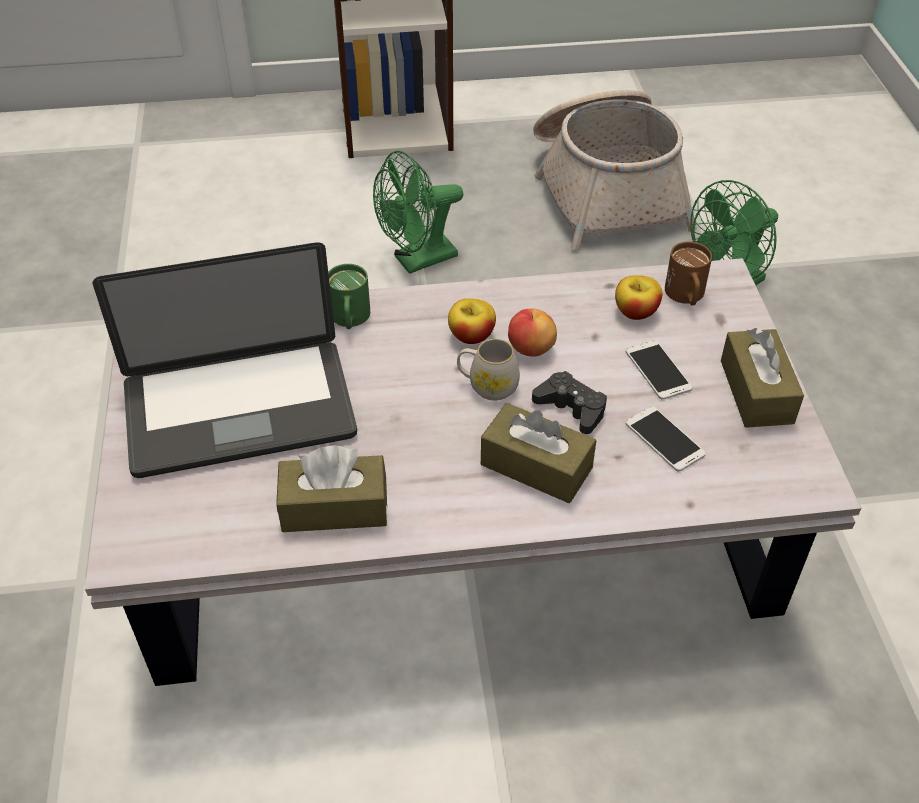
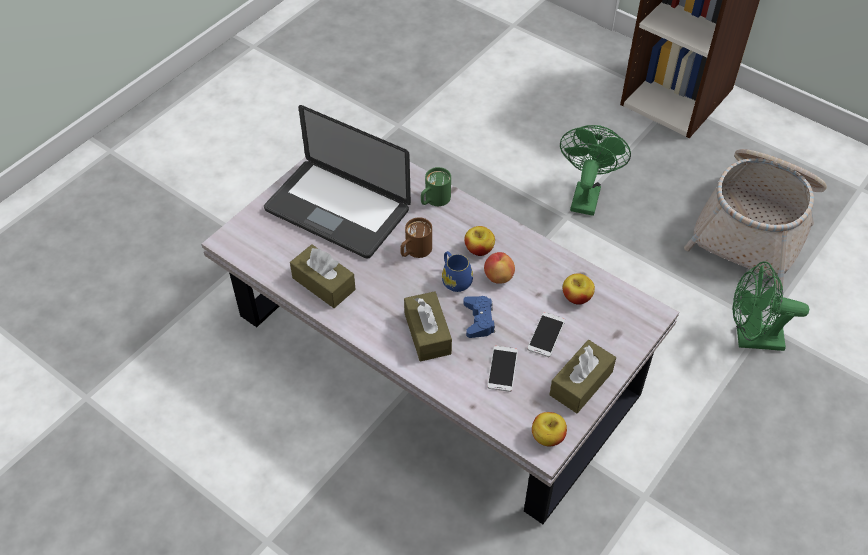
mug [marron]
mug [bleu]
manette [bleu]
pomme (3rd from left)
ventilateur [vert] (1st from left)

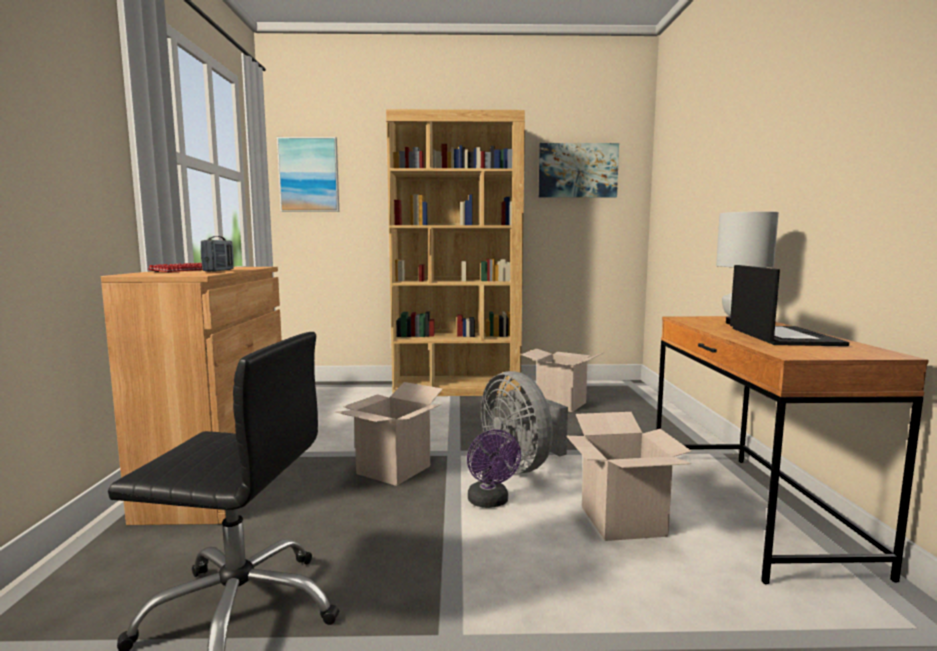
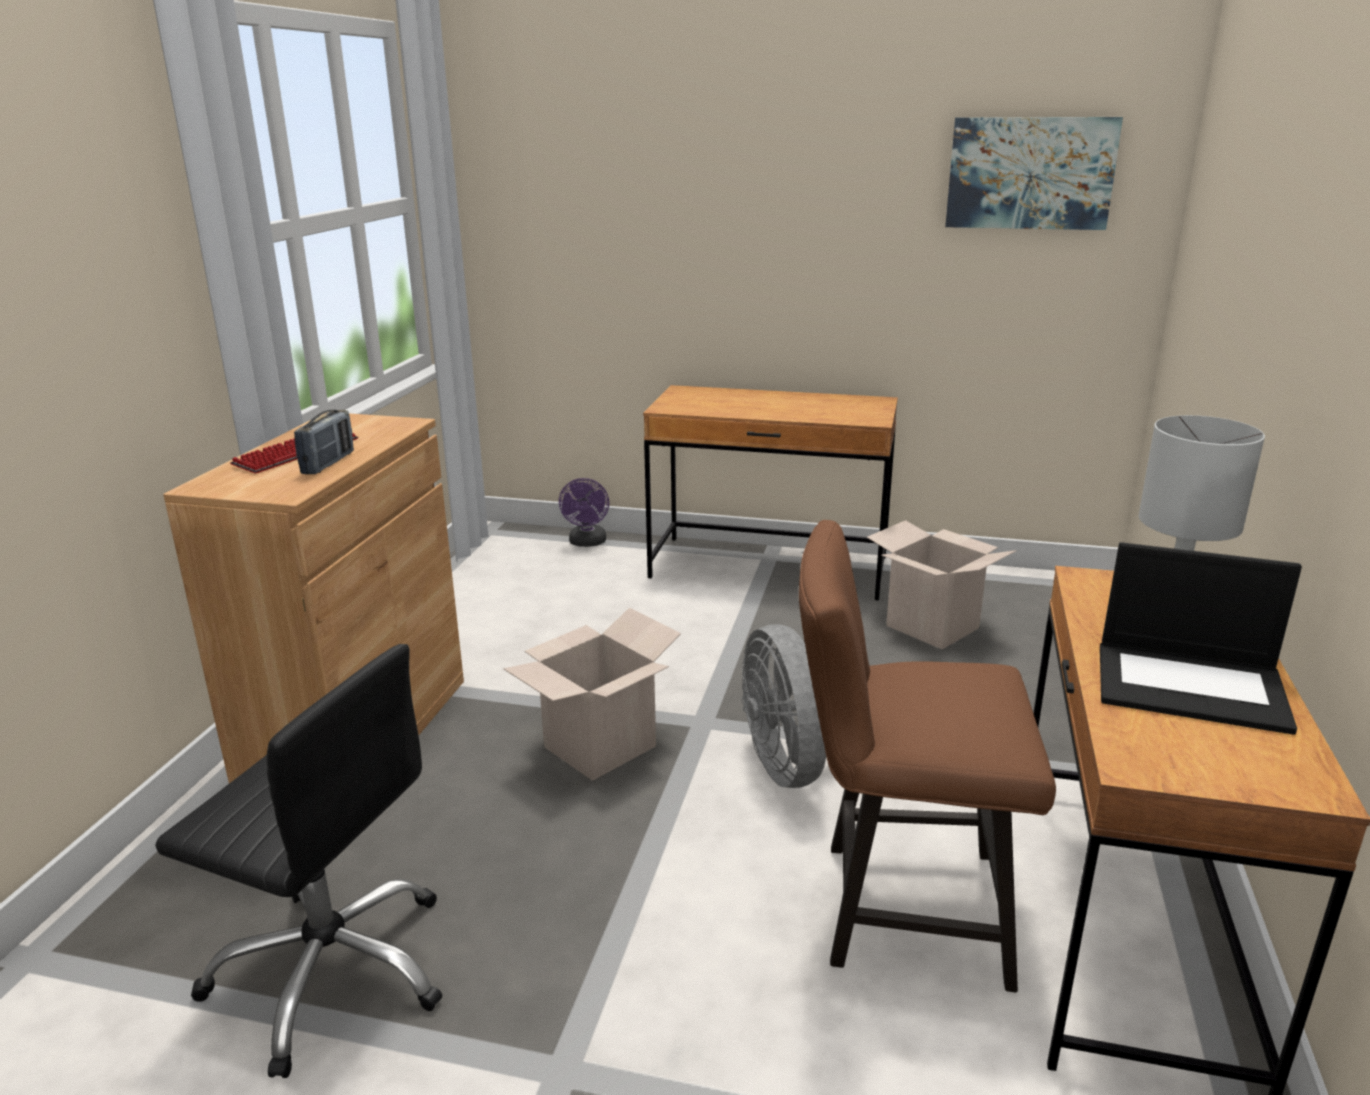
ventilateur [violet]
bureau [marron] (1st from left)
chaise [marron]
ordinateur portable
tableau (1st from left in the first image)

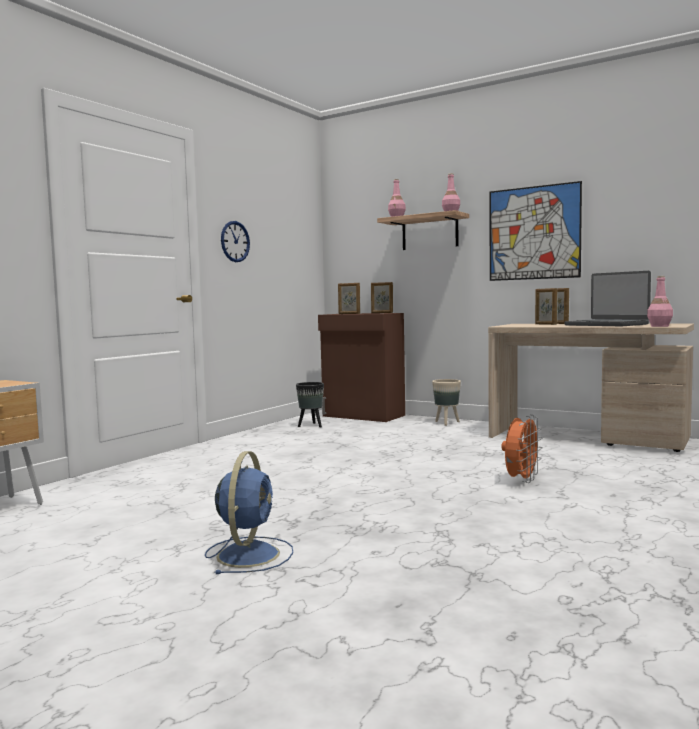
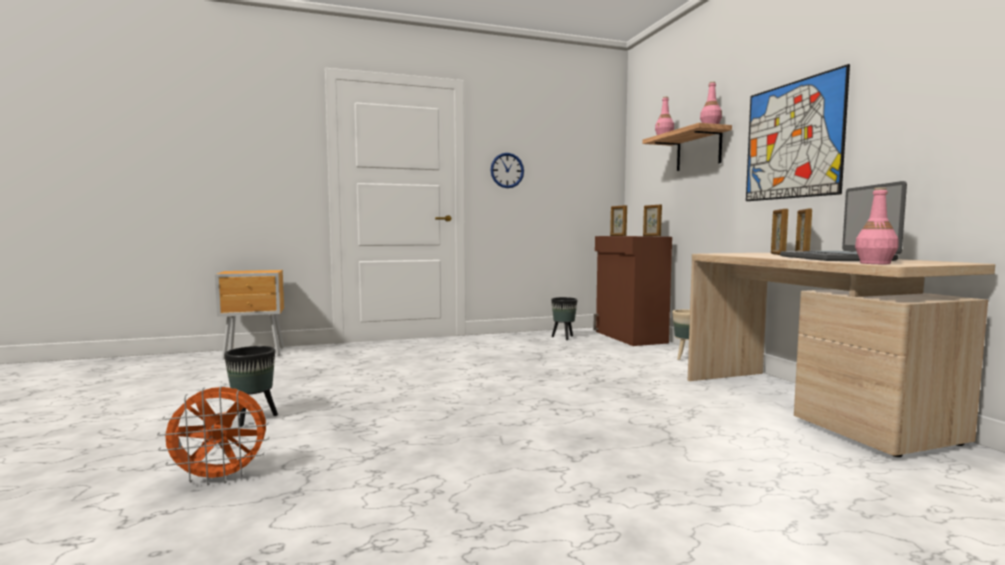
ventilateur [orange]
cache-pot [noir] (1st from left)

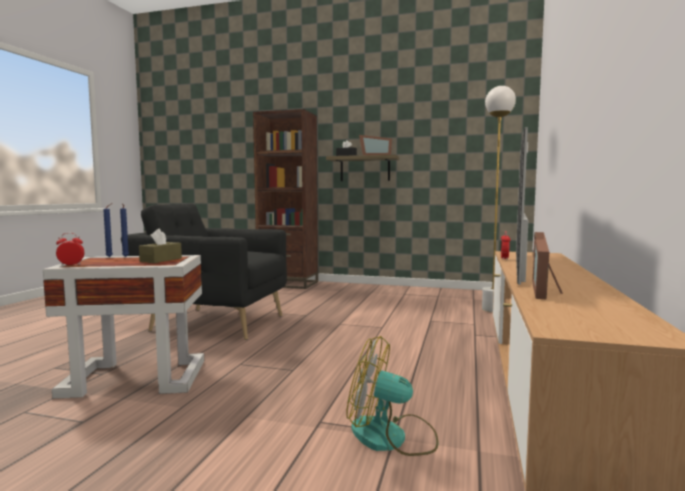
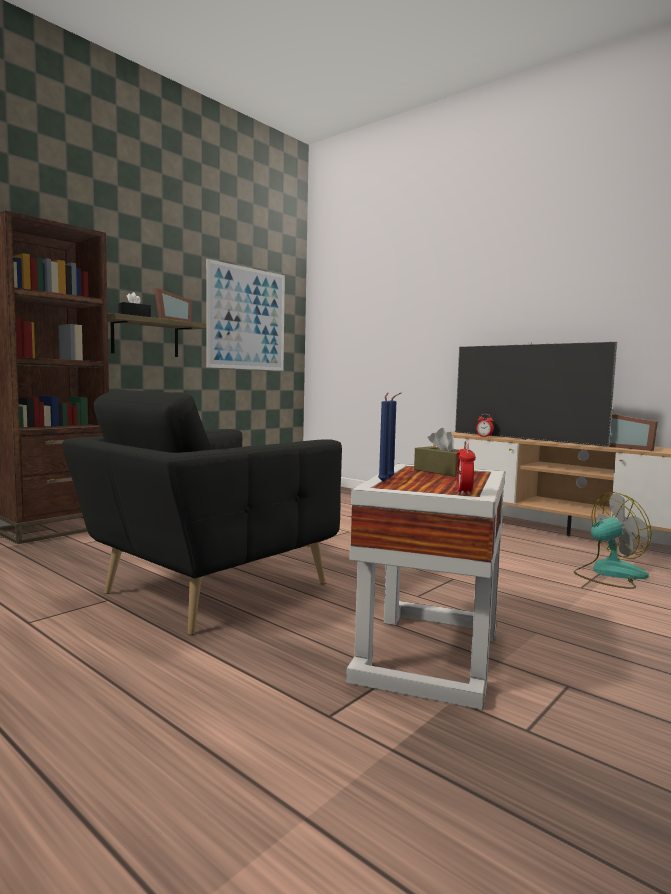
tableau
ventilateur
lampadaire [blanc]

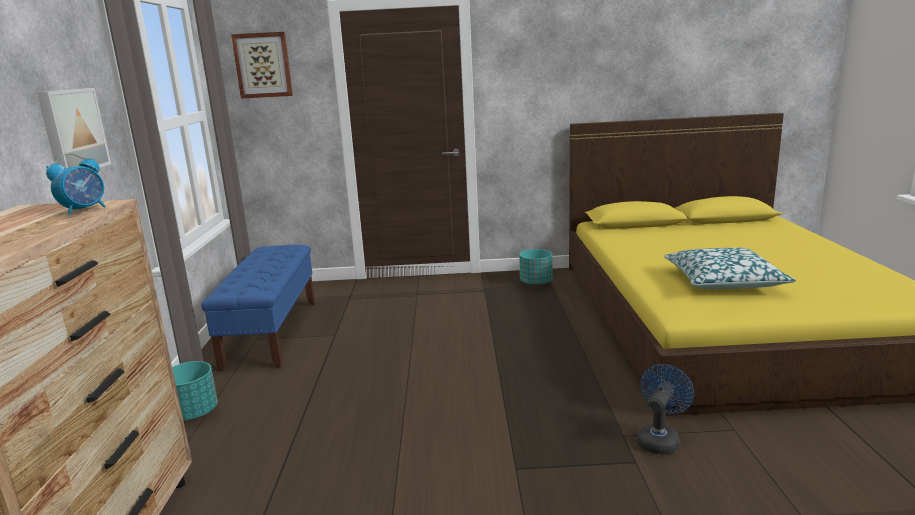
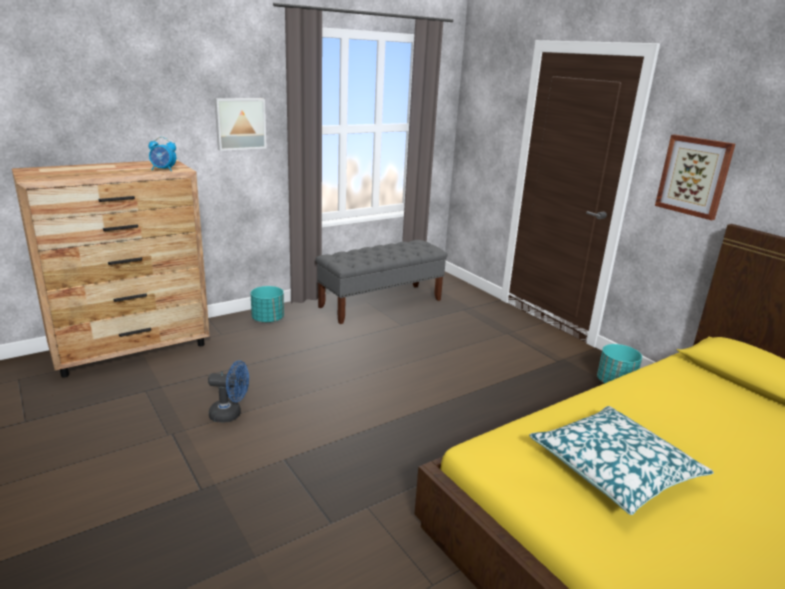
ventilateur [bleu]
banc [gris]
tableau (2nd from left)

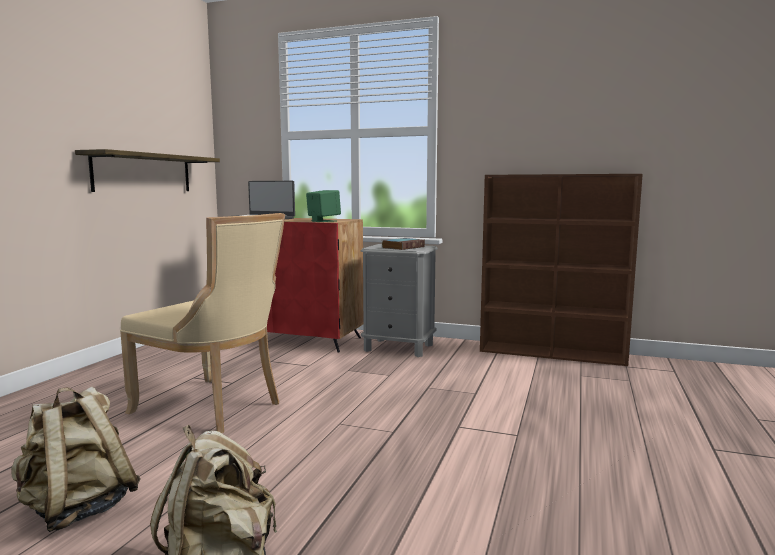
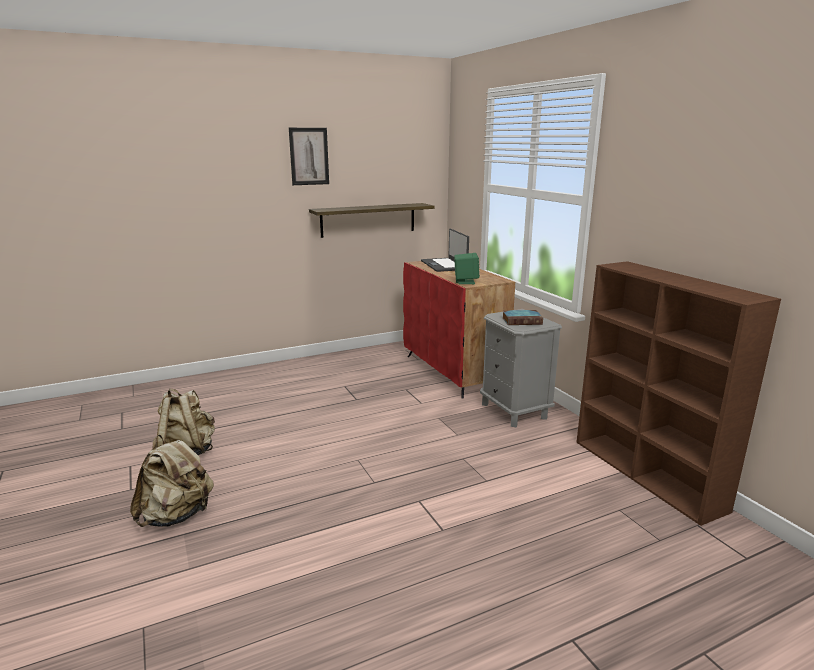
tableau
chaise [beige]

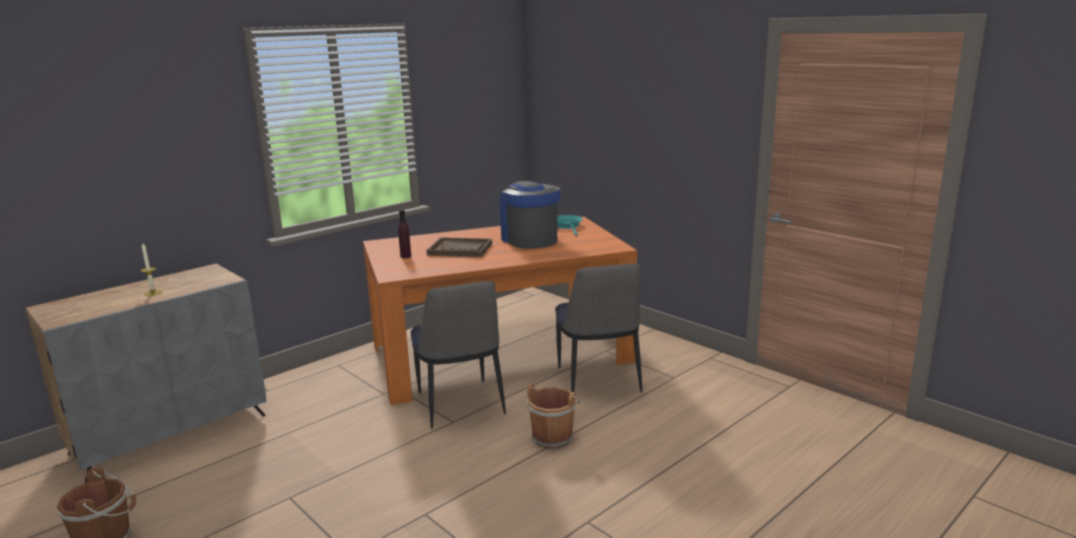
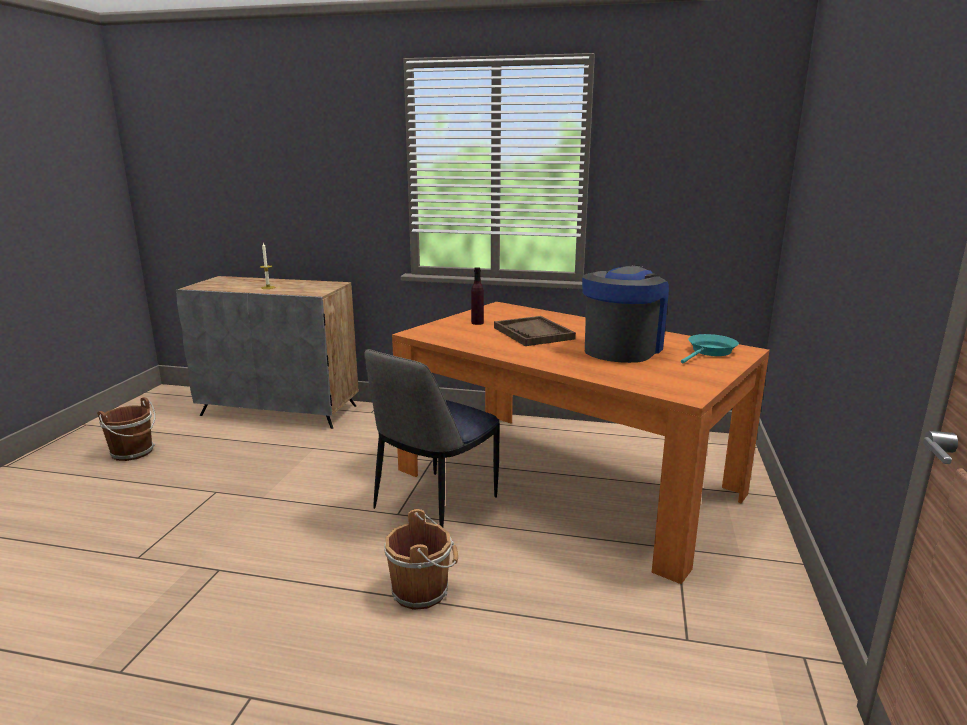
chaise (2nd from left in the first image)

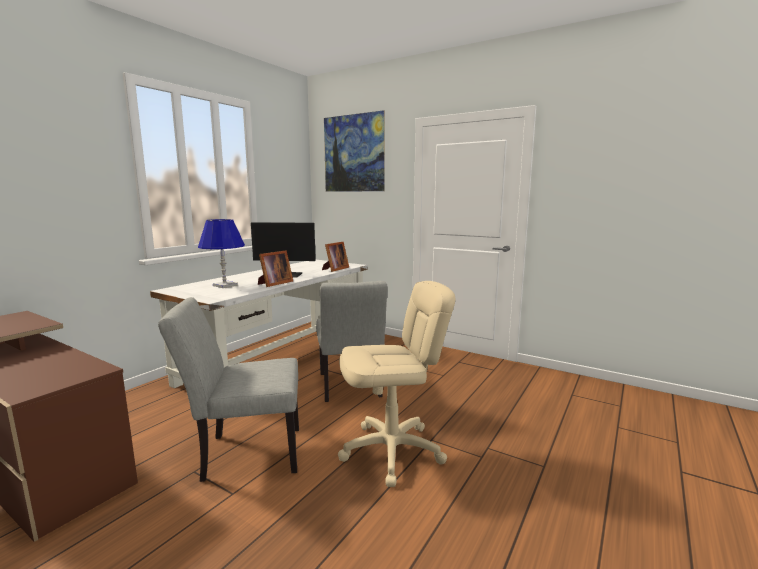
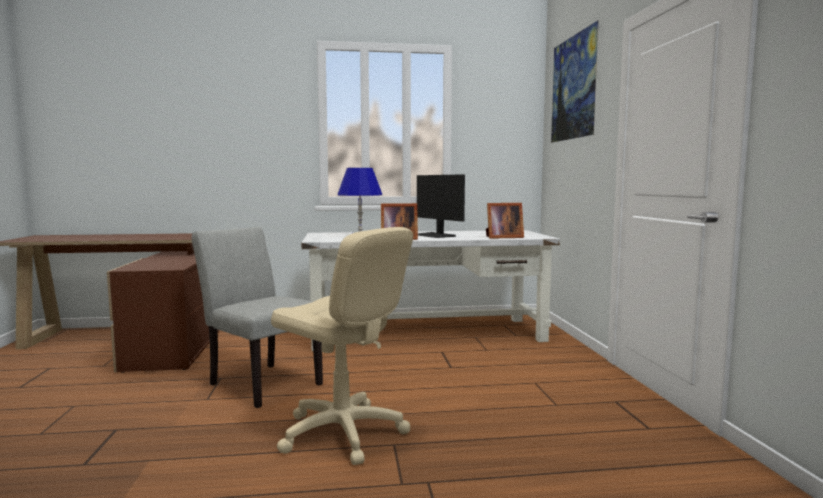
chaise [gris] (2nd from left in the first image)

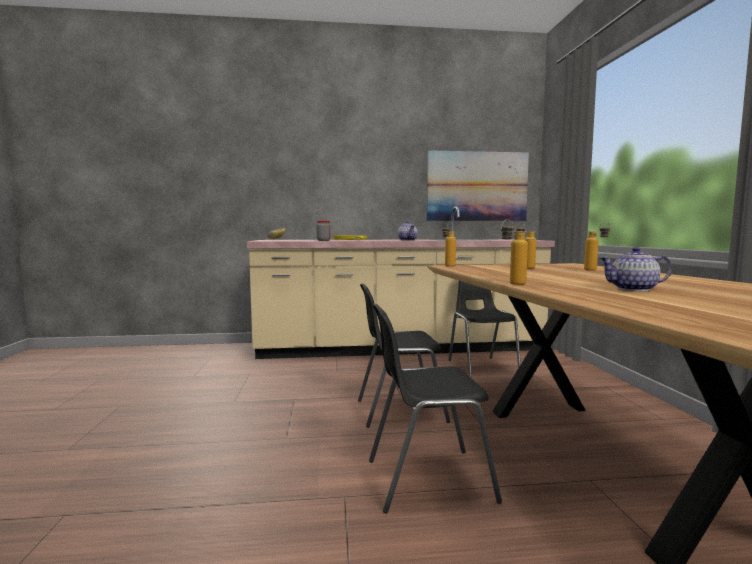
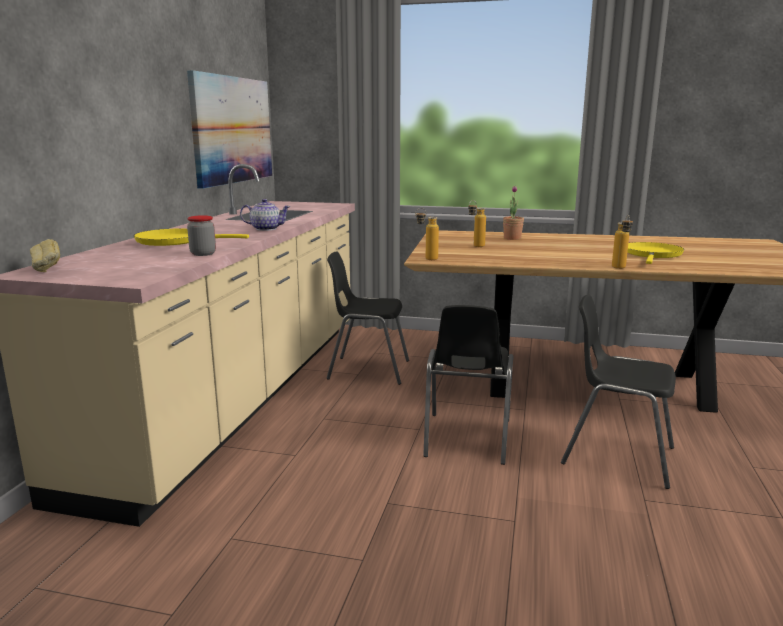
plante en pot
chaise [noir] (3rd from left)
poêle [jaune] (2nd from left)

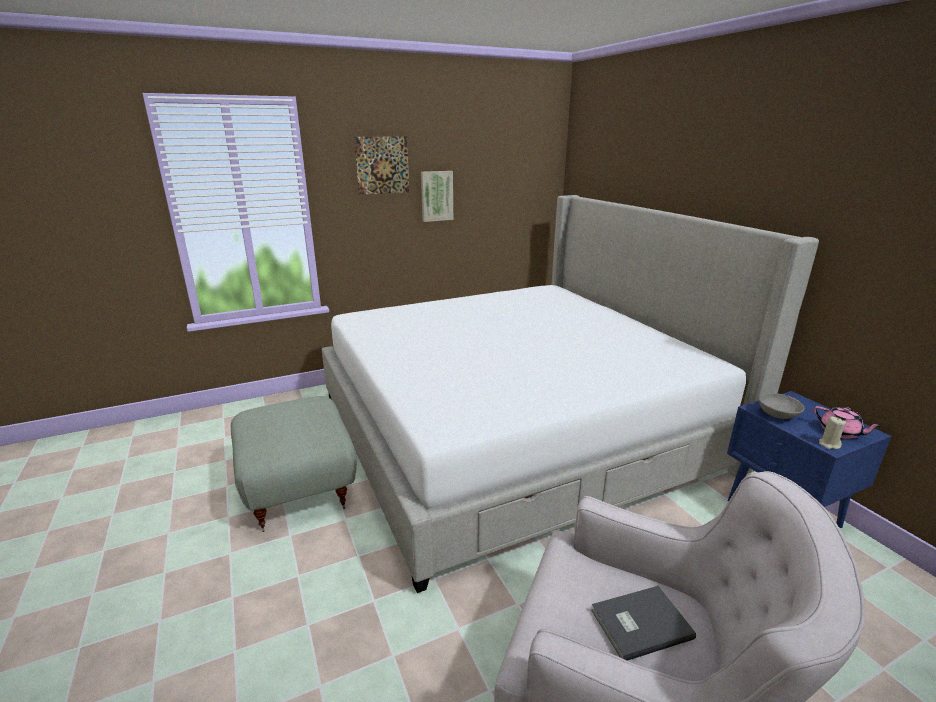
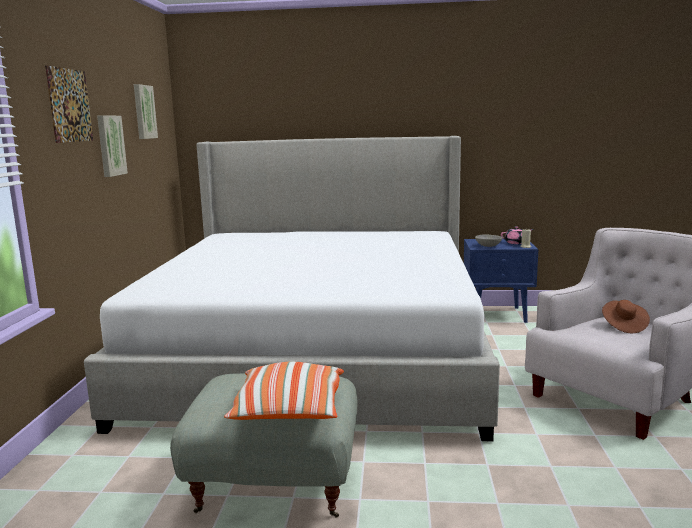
tableau (3rd from left)
coussin
chapeau [marron]

